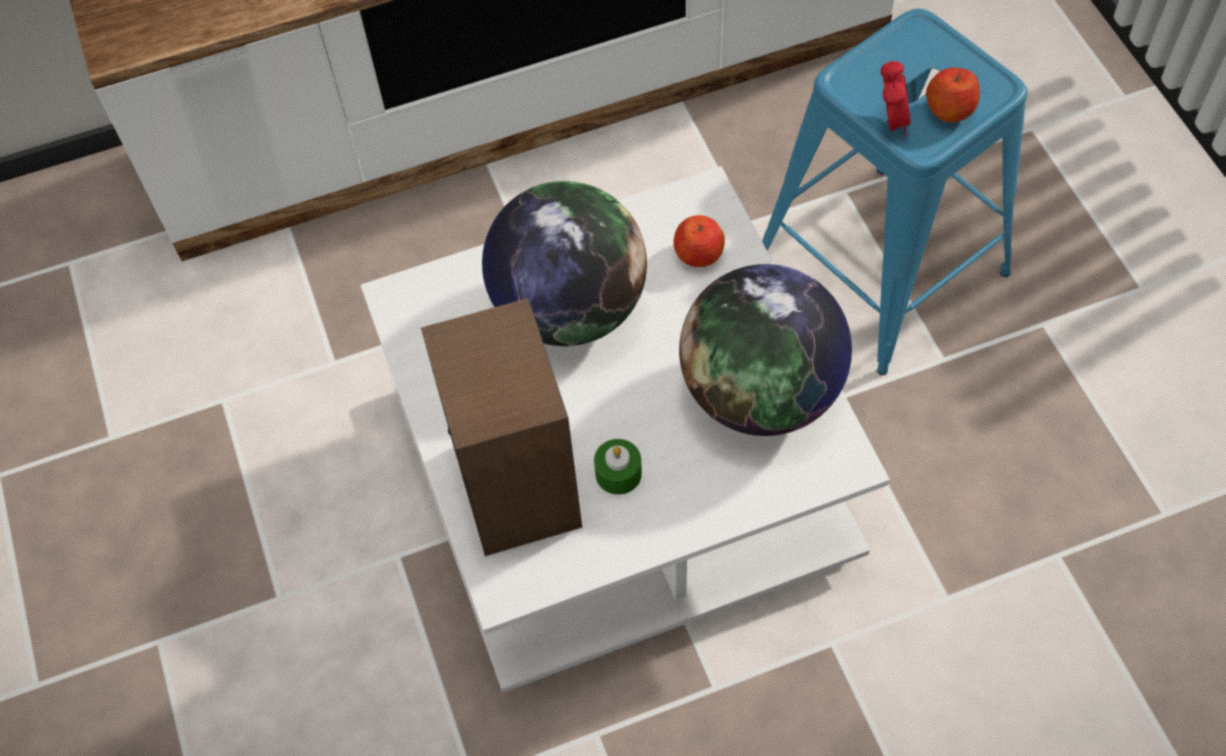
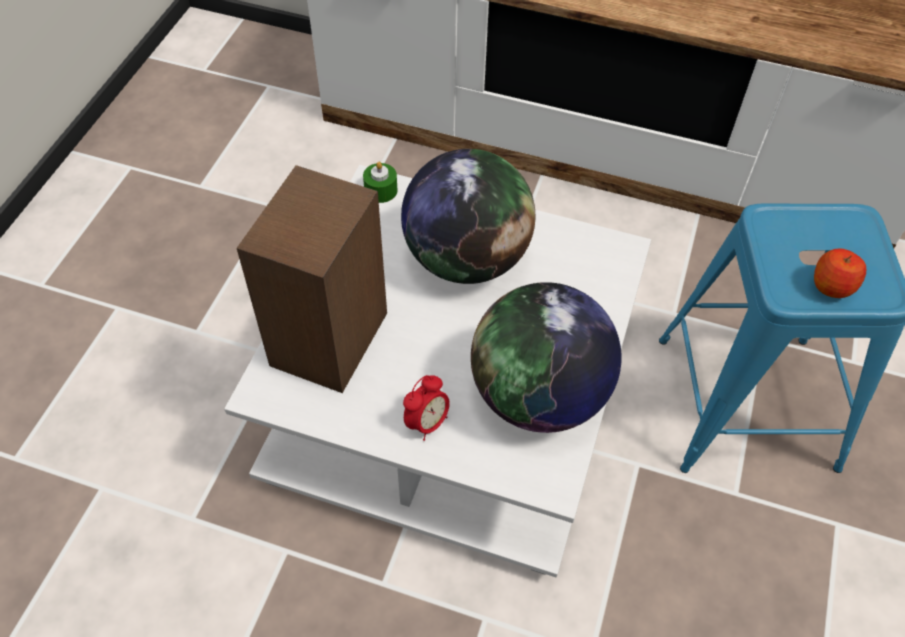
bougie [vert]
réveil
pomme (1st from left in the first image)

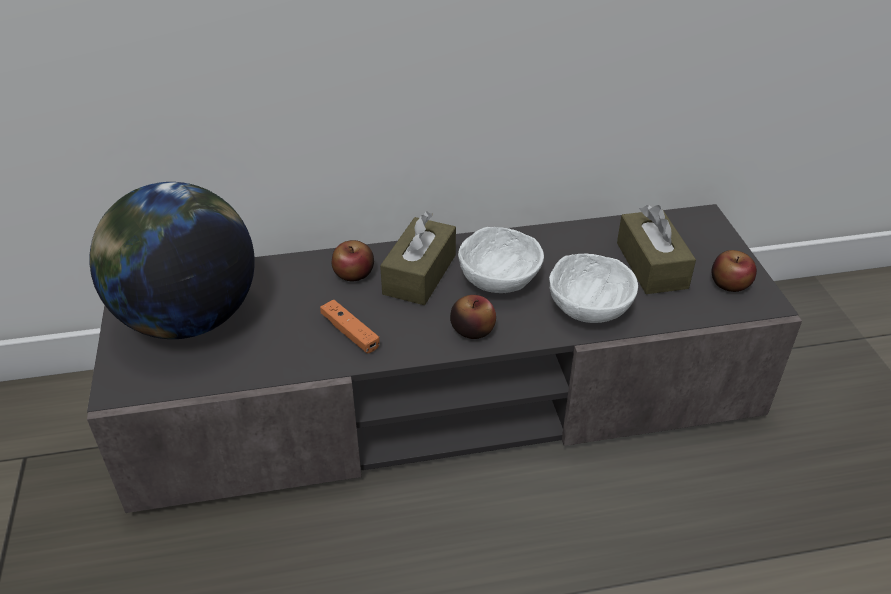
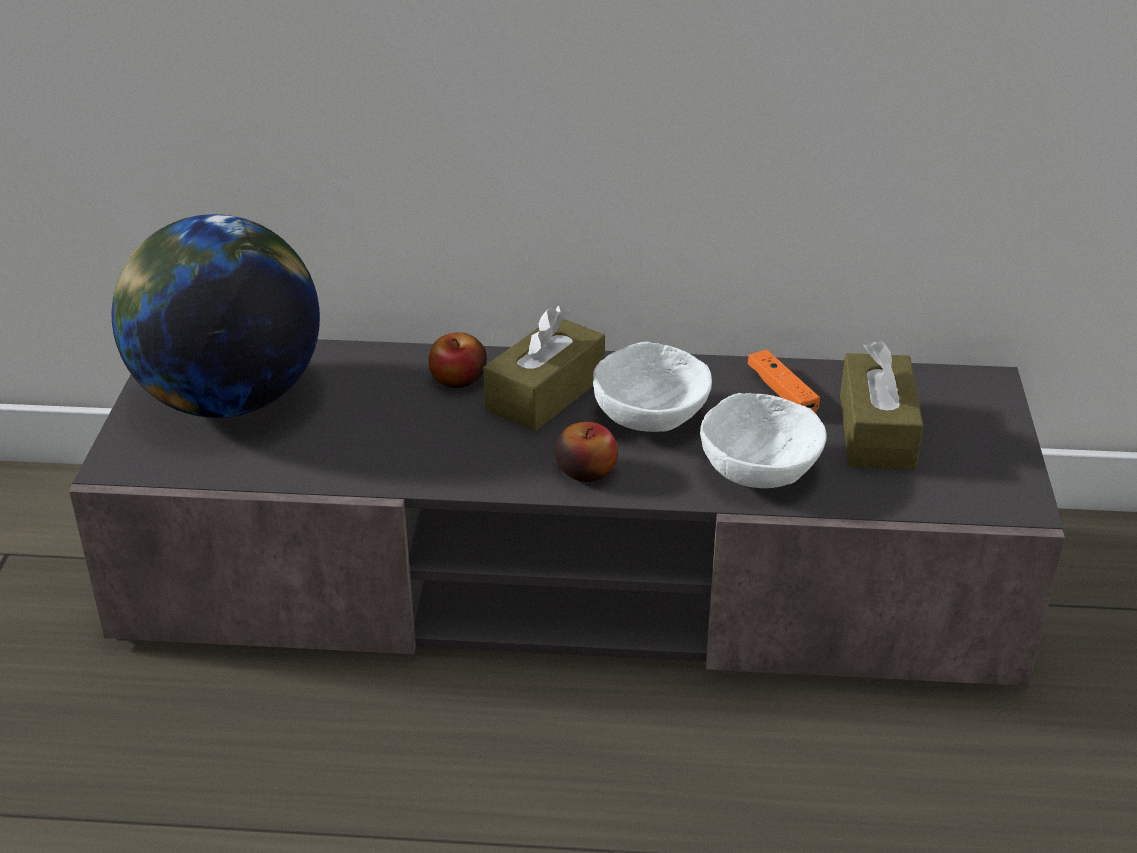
manette [orange]
pomme (3rd from left in the first image)

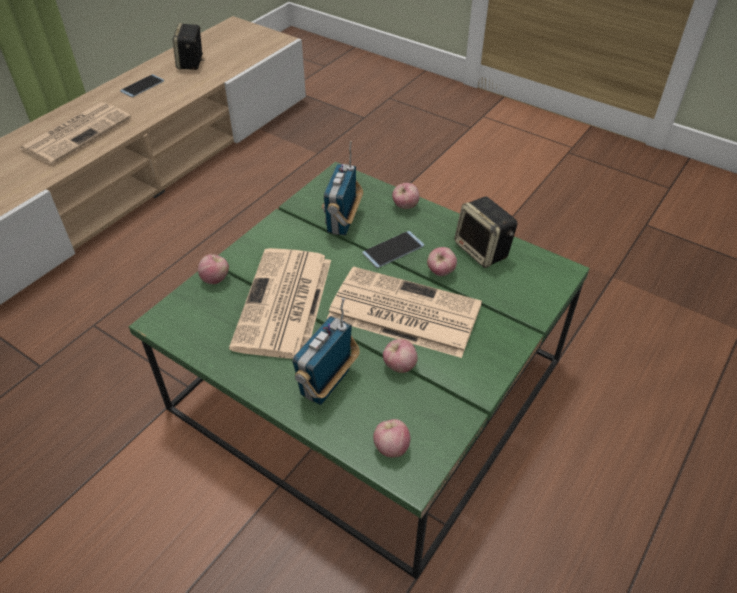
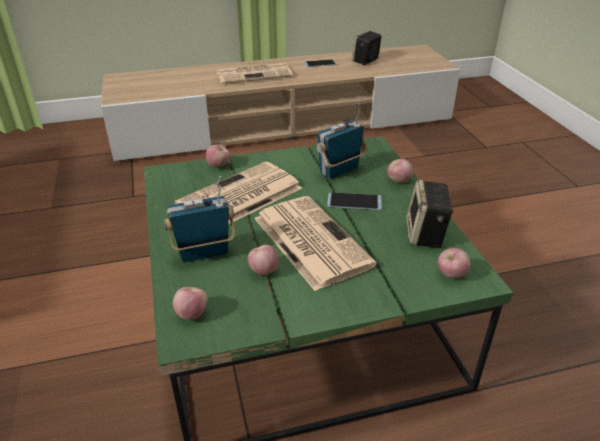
pomme (5th from left)

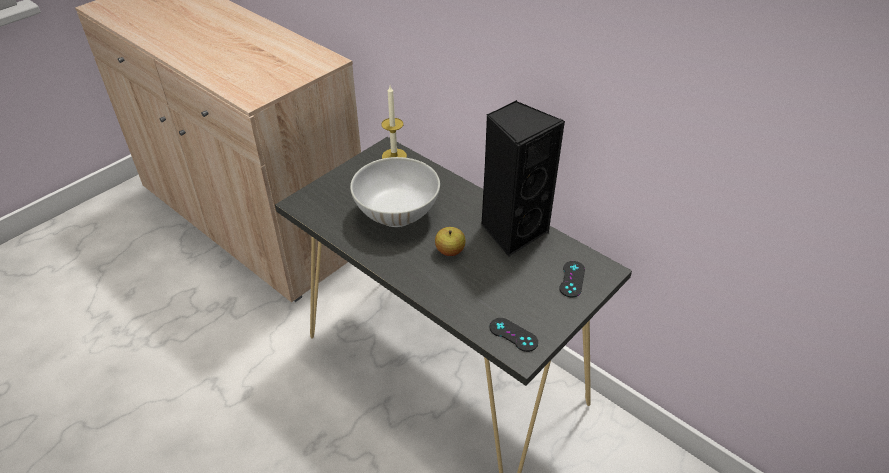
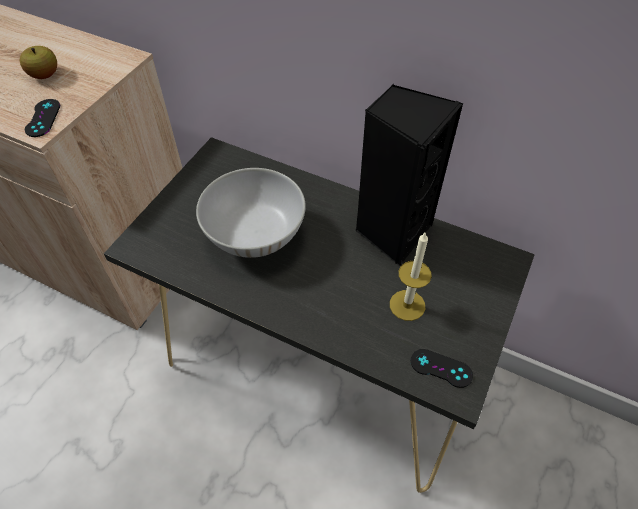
pomme
manette [noir] (1st from left)
bougie

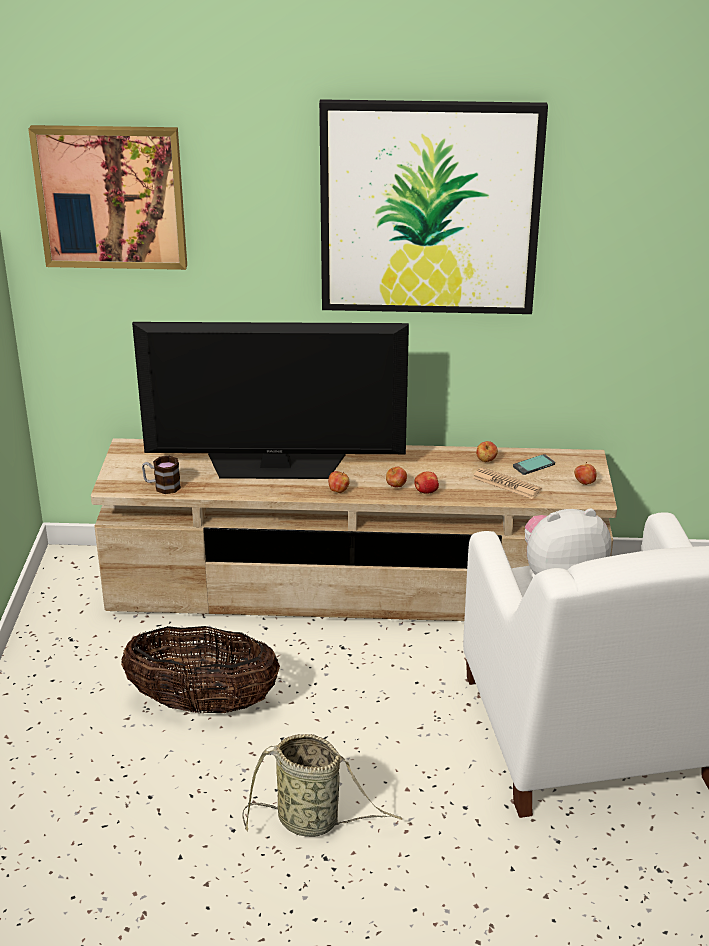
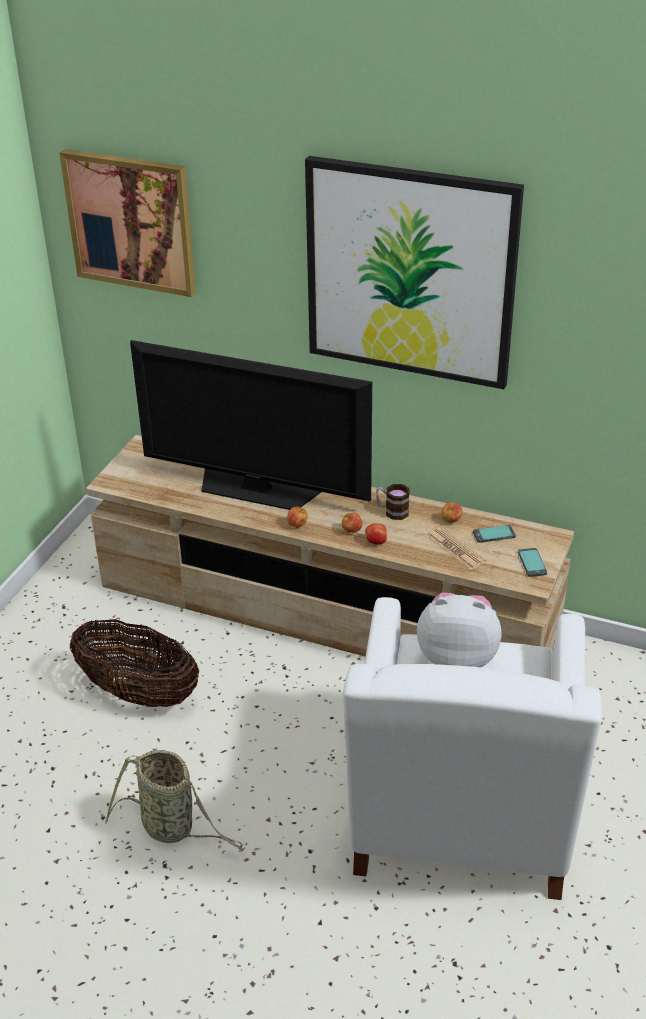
mug
téléphone (2nd from left)

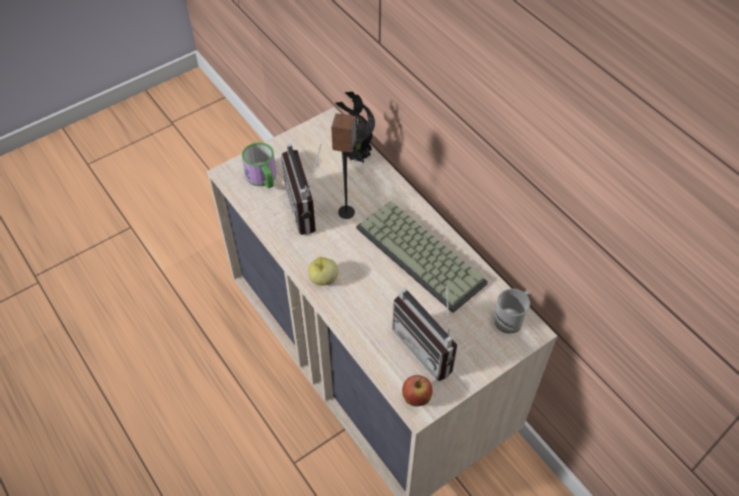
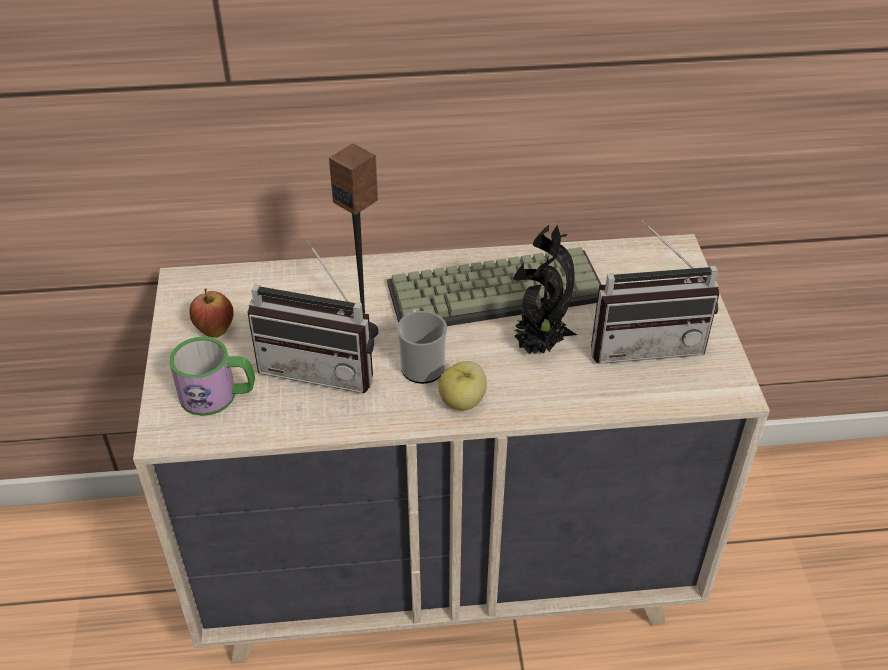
pomme (1st from left)
mug (2nd from left)
plante en pot

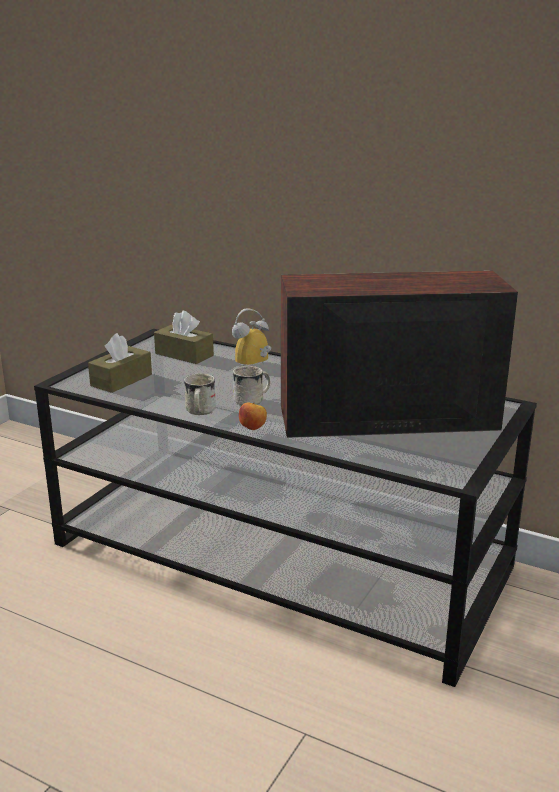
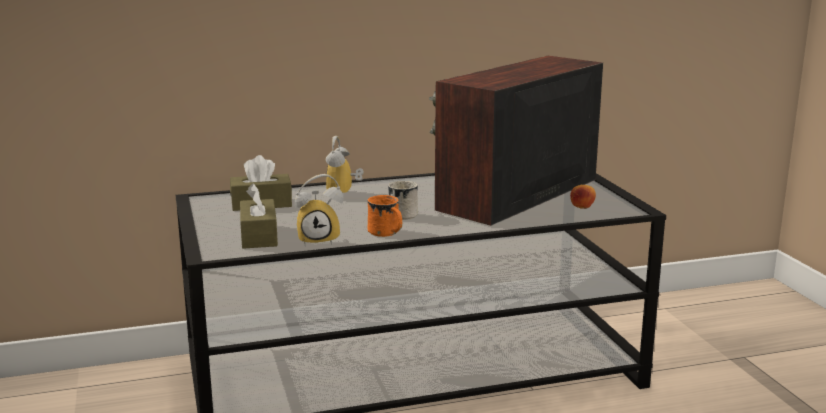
réveil (1st from left)
mug [orange]
pomme

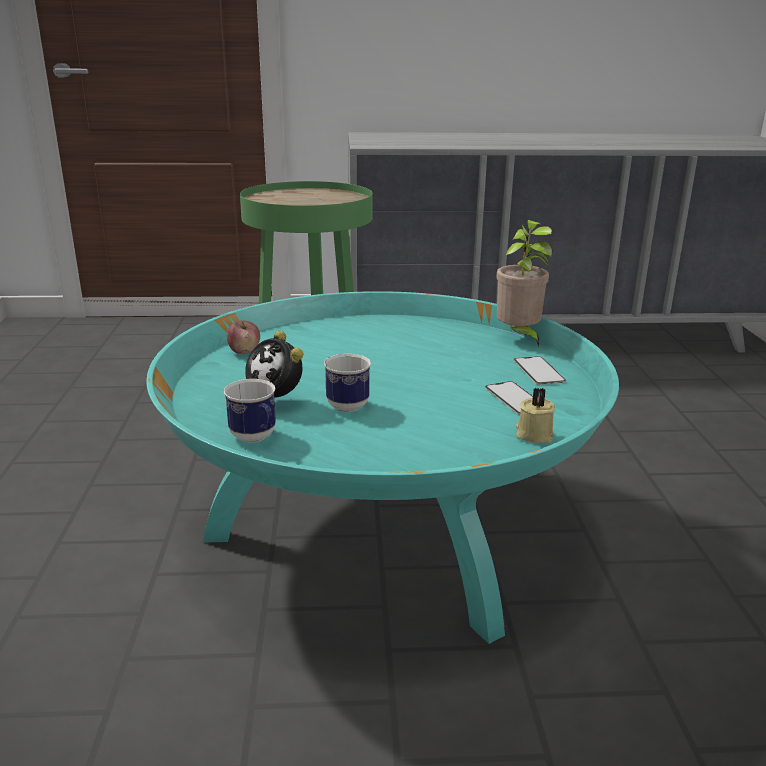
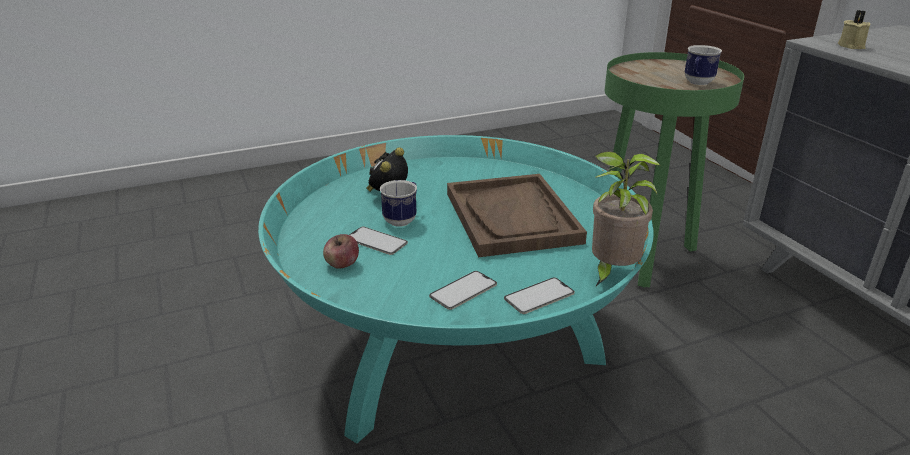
pomme
téléphone (1st from left)
plateau [marron]
mug (2nd from left)
bougie [beige]

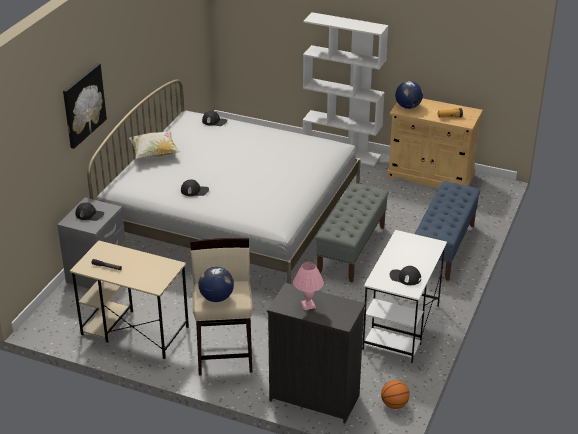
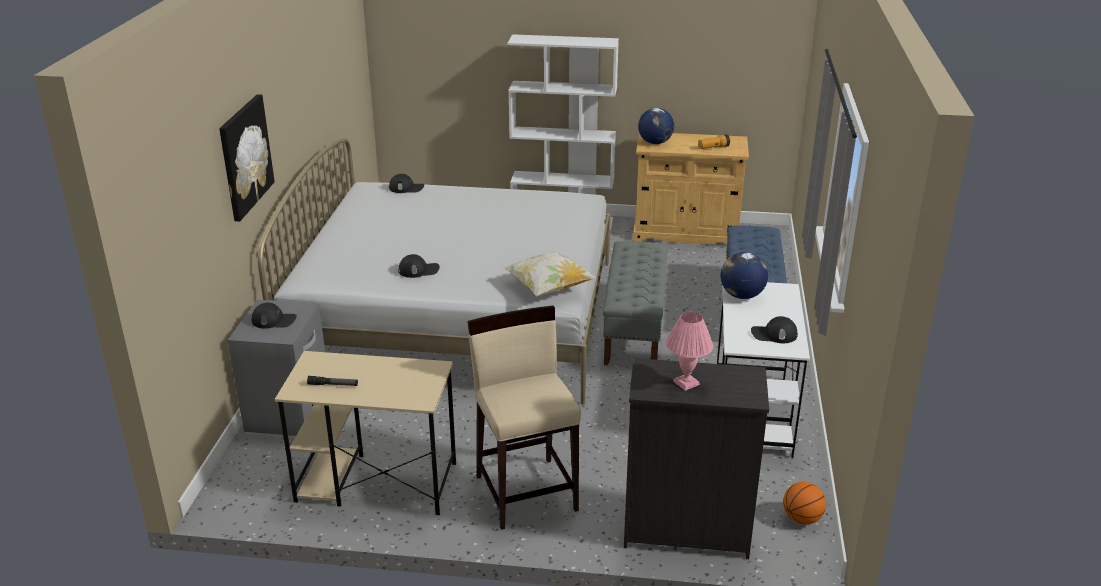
coussin
globe (2nd from left)

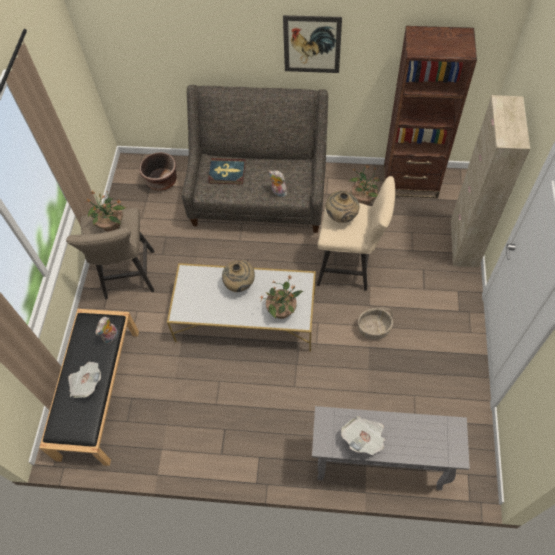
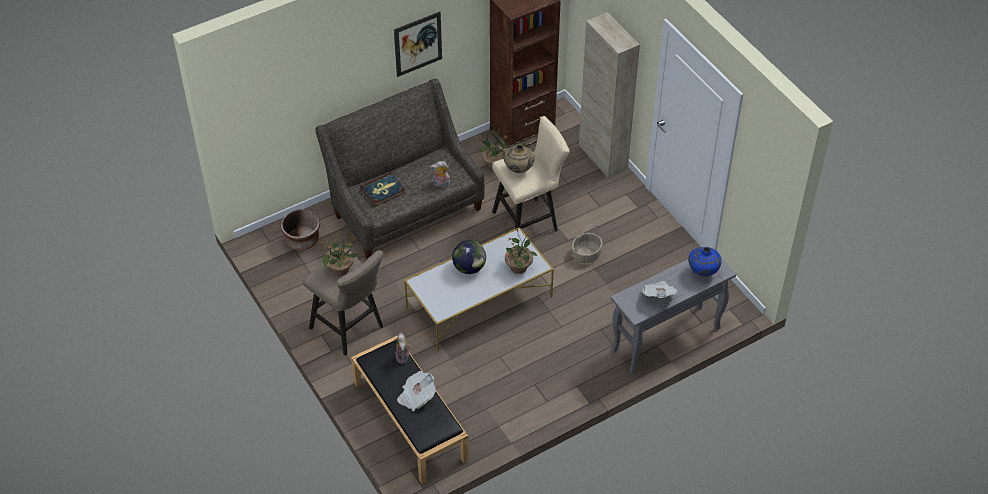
globe
vase [bleu]

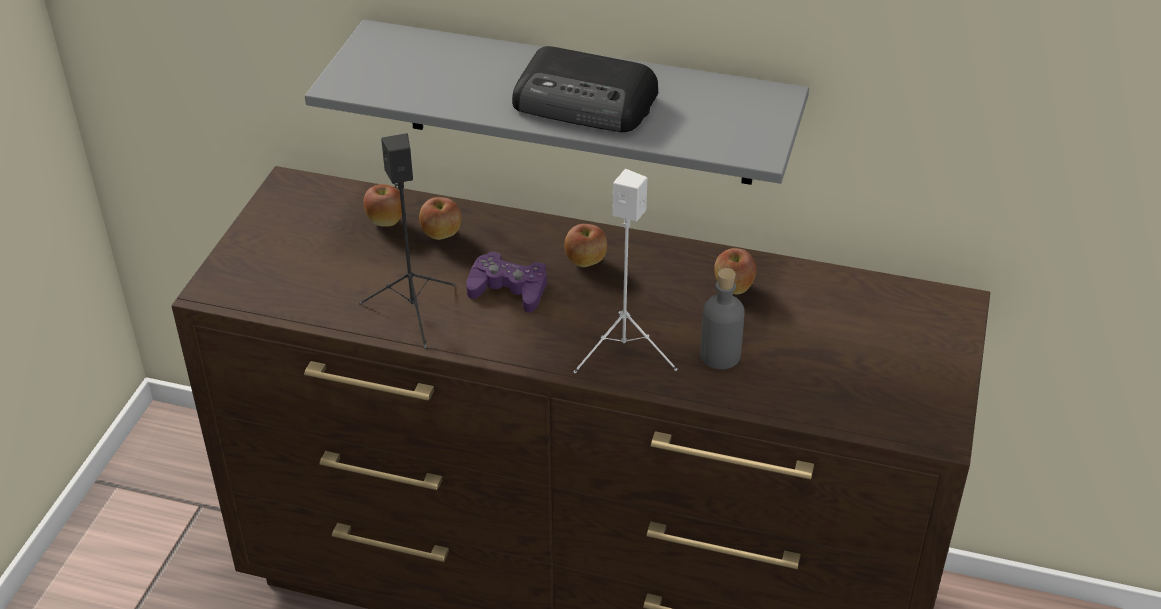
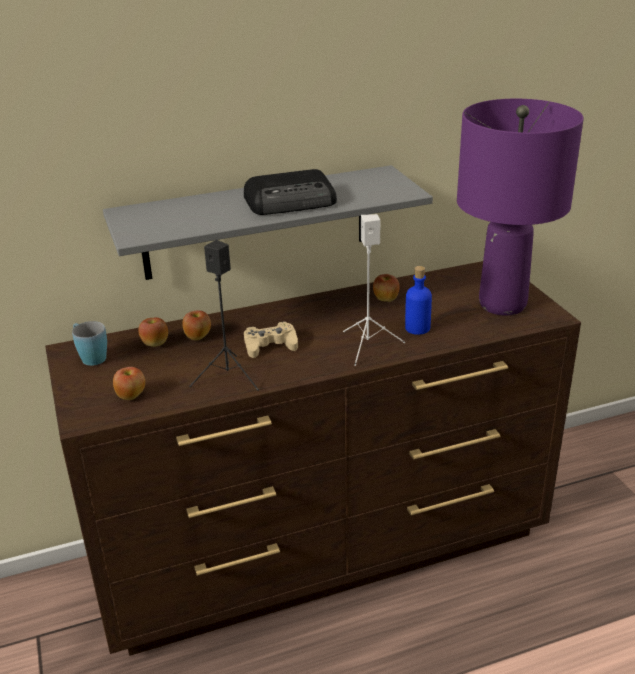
mug [bleu]
pomme (1st from left)
manette [beige]
bouteille [bleu]
lampe de table [violet]

